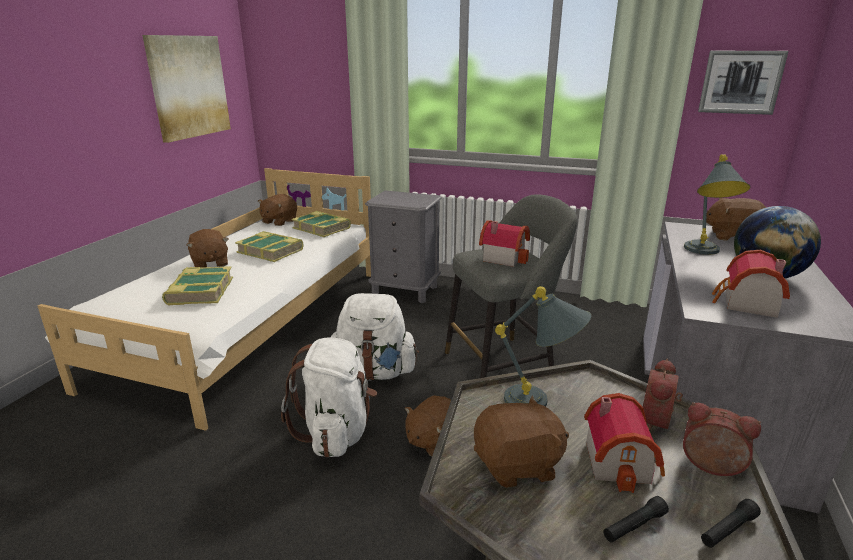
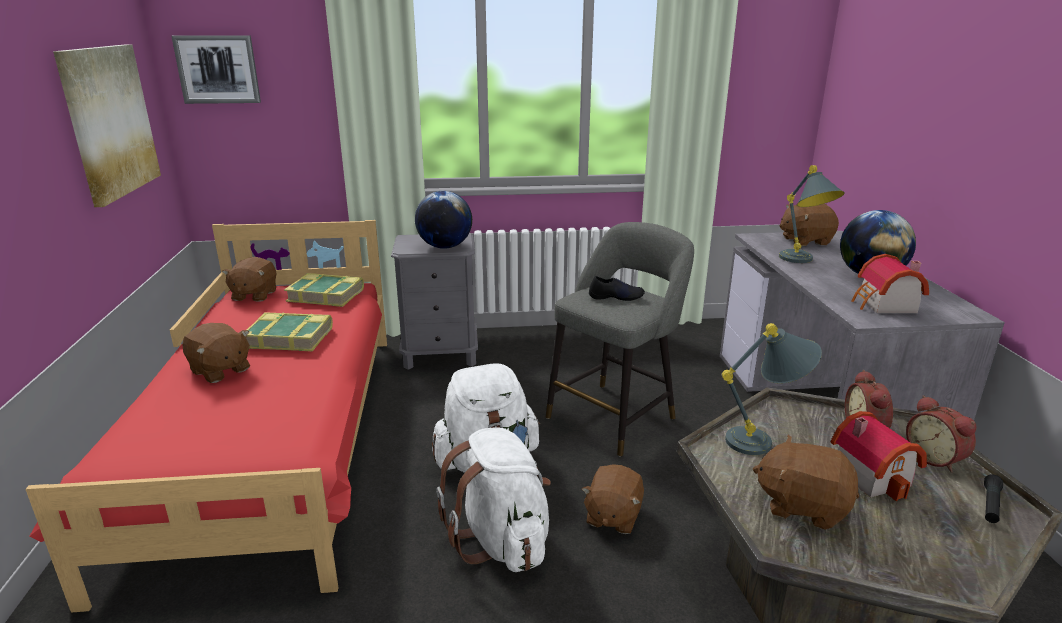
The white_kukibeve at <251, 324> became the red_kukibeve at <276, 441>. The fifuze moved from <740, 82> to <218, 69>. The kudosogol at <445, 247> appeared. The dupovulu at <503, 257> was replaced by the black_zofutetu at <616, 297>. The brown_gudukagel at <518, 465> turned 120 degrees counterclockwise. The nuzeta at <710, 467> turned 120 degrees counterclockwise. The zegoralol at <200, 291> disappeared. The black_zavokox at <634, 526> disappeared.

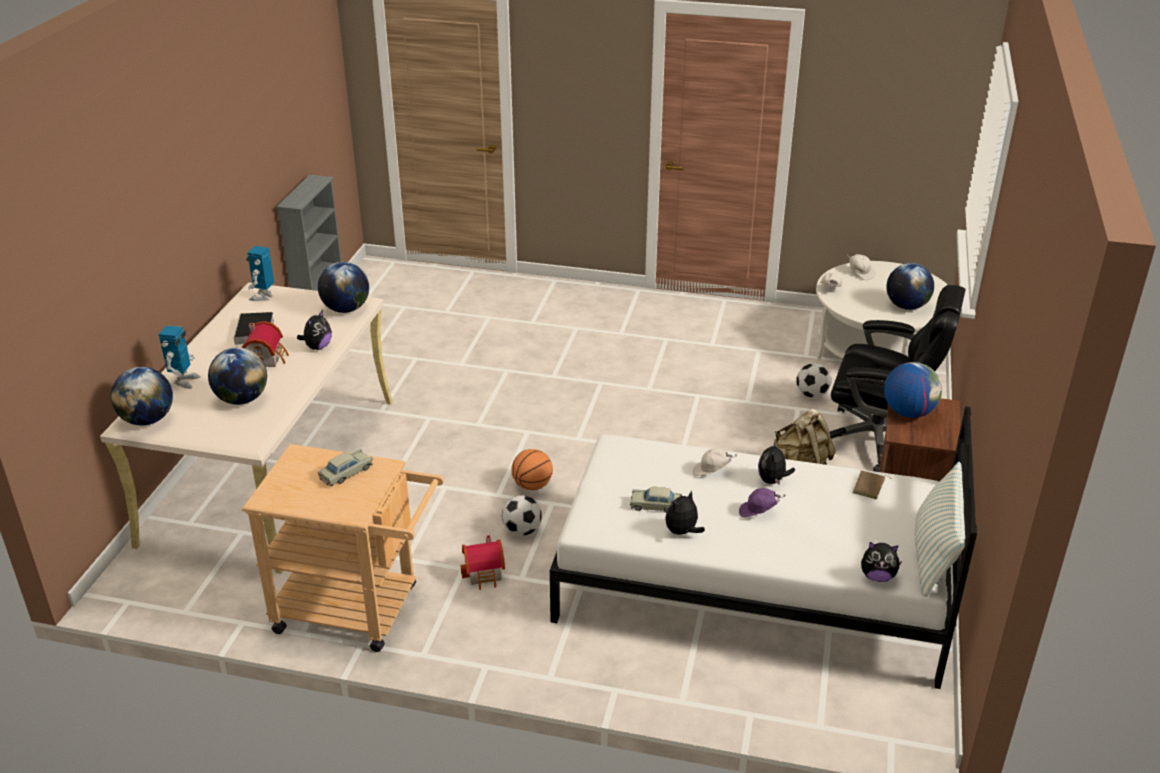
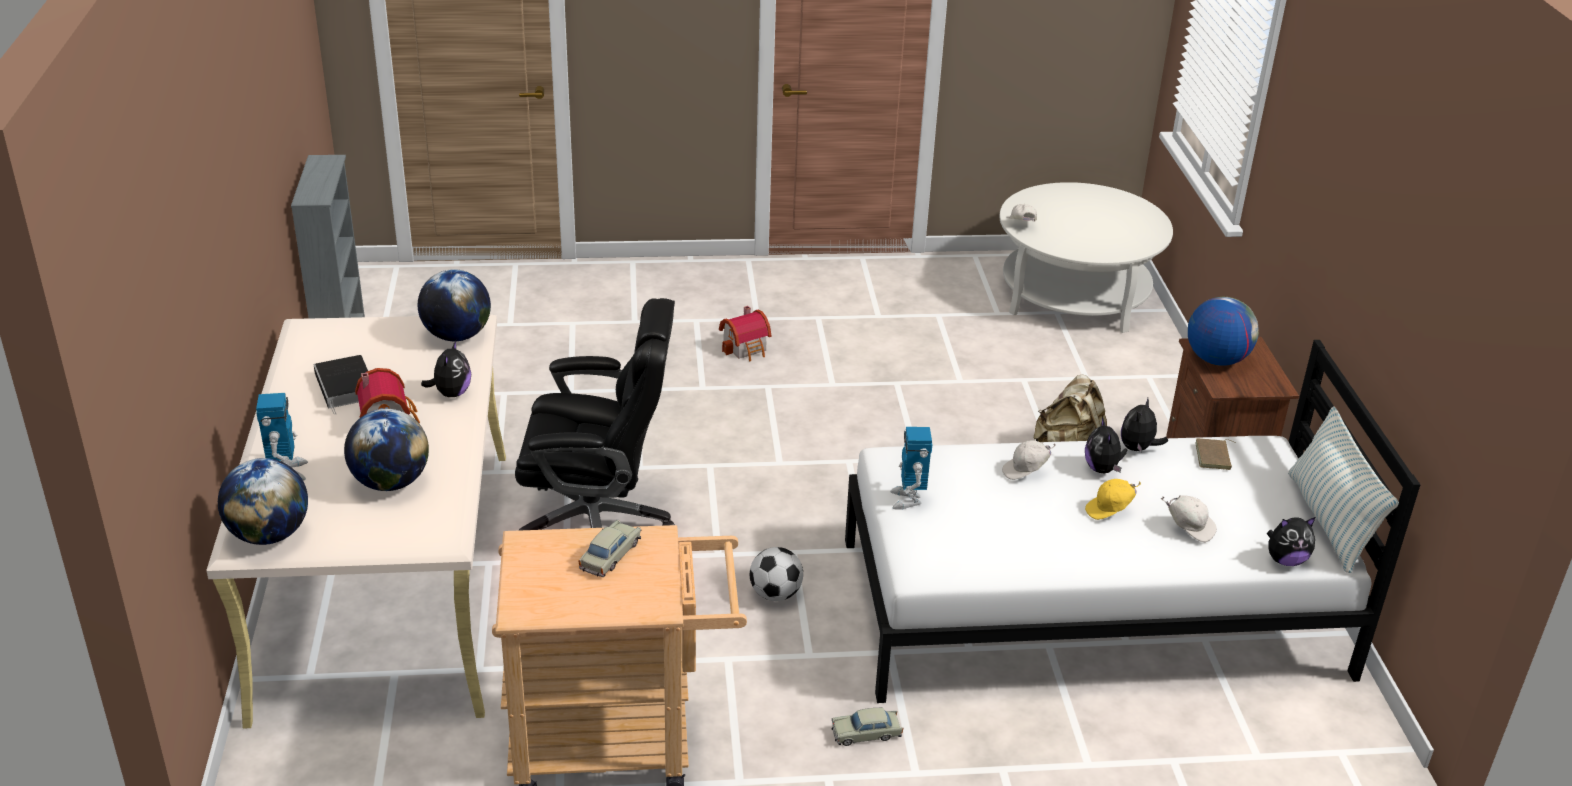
The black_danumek moved from <879, 440> to <598, 523>. The dupovulu moved from <485, 574> to <747, 348>. The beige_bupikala moved from <655, 506> to <866, 734>. The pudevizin moved from <263, 297> to <908, 500>. The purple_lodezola at <758, 512> became the yellow_lodezola at <1110, 510>. The gudukagel moved from <682, 532> to <1138, 448>. The white_lodezola moved from <860, 273> to <1189, 527>. The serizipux at <532, 485> disappeared. The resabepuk at <811, 394> disappeared. The kudosogol at <906, 306> disappeared.

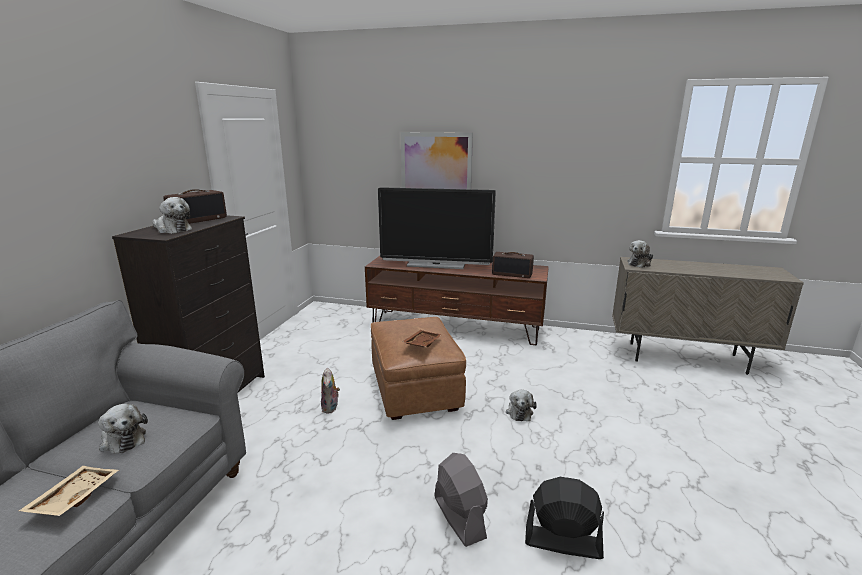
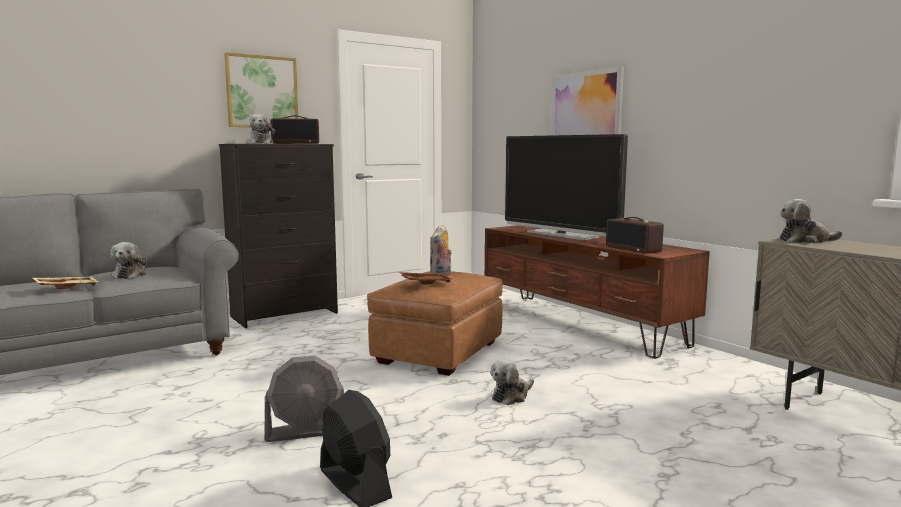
The fifuze at <262, 92> appeared. The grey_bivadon at <459, 517> turned 60 degrees clockwise. The gudukagel moved from <331, 408> to <441, 274>.

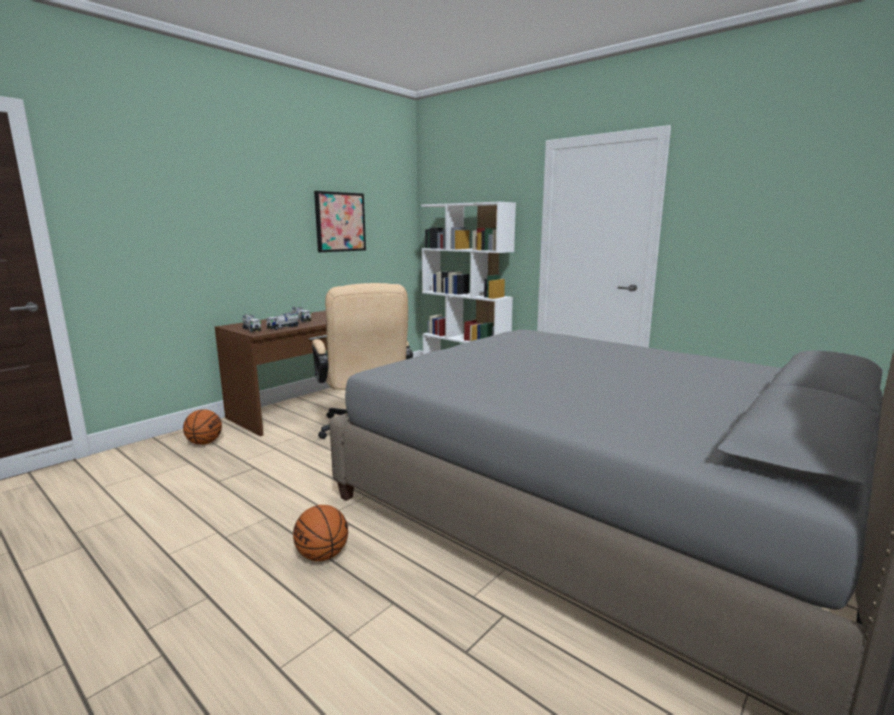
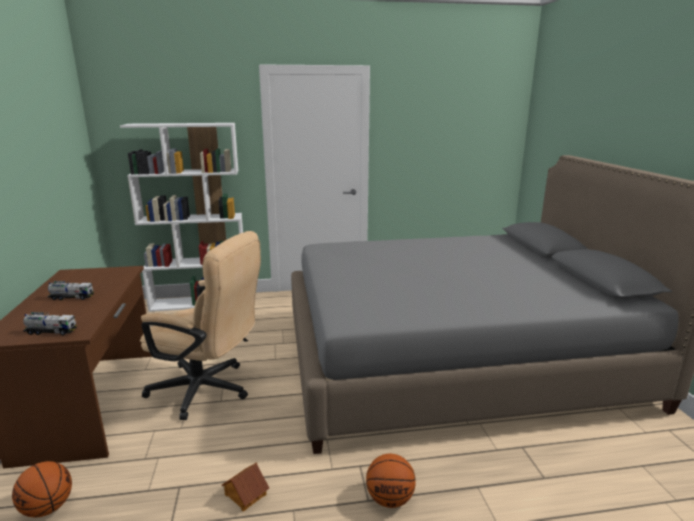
The dupovulu at <245, 494> appeared. The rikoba at <284, 327> disappeared. The fifuze at <340, 222> disappeared.

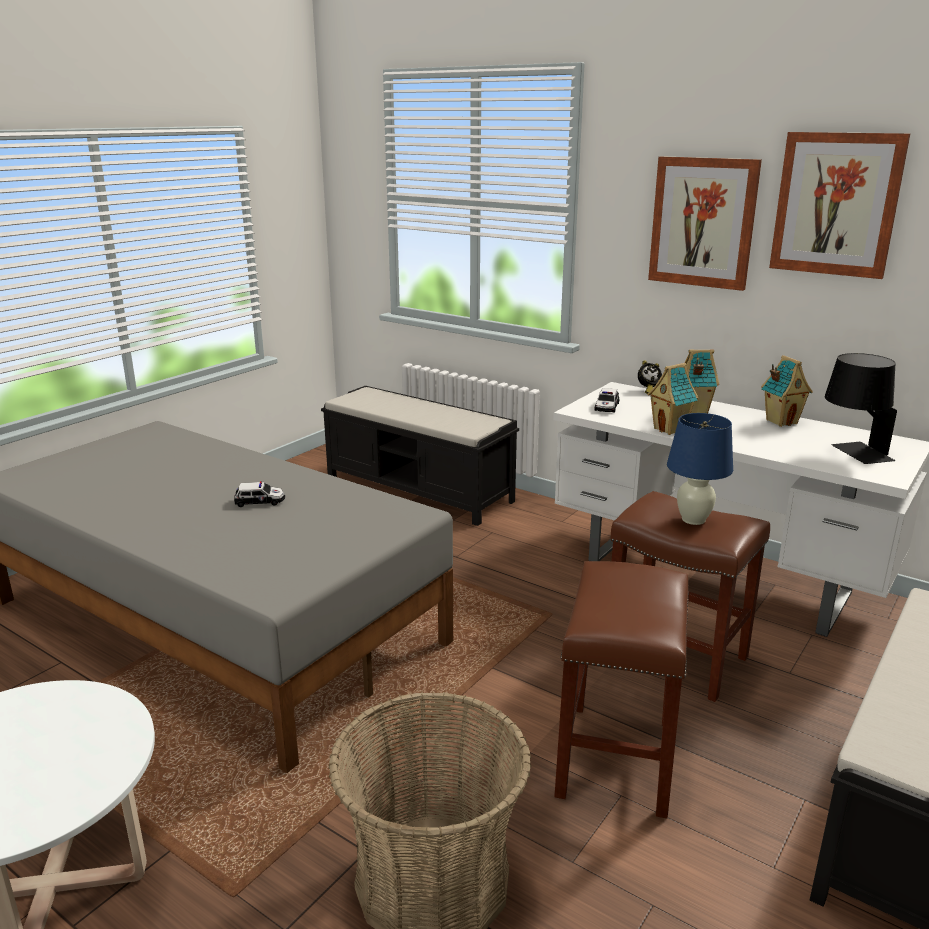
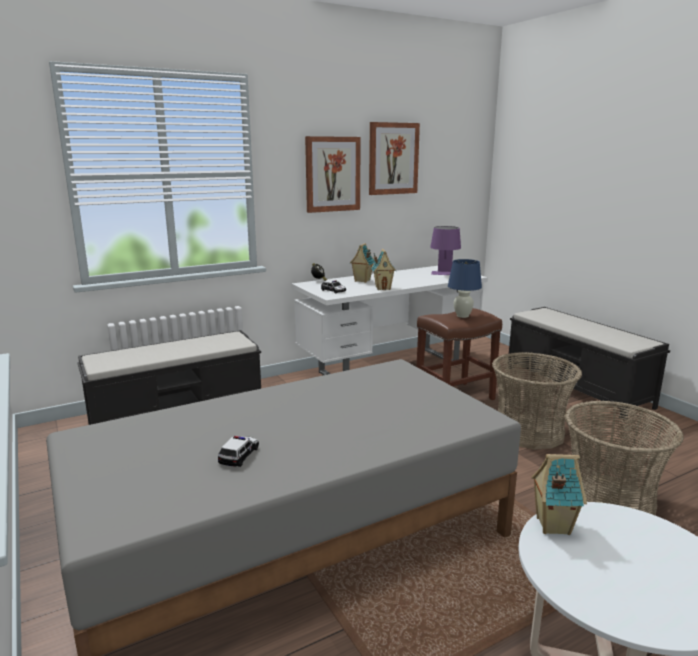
The bupikala moved from <260, 501> to <239, 455>. The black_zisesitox at <852, 453> became the purple_zisesitox at <444, 274>. The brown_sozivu at <617, 759> was replaced by the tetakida at <529, 432>. The dupovulu moved from <781, 421> to <552, 525>.

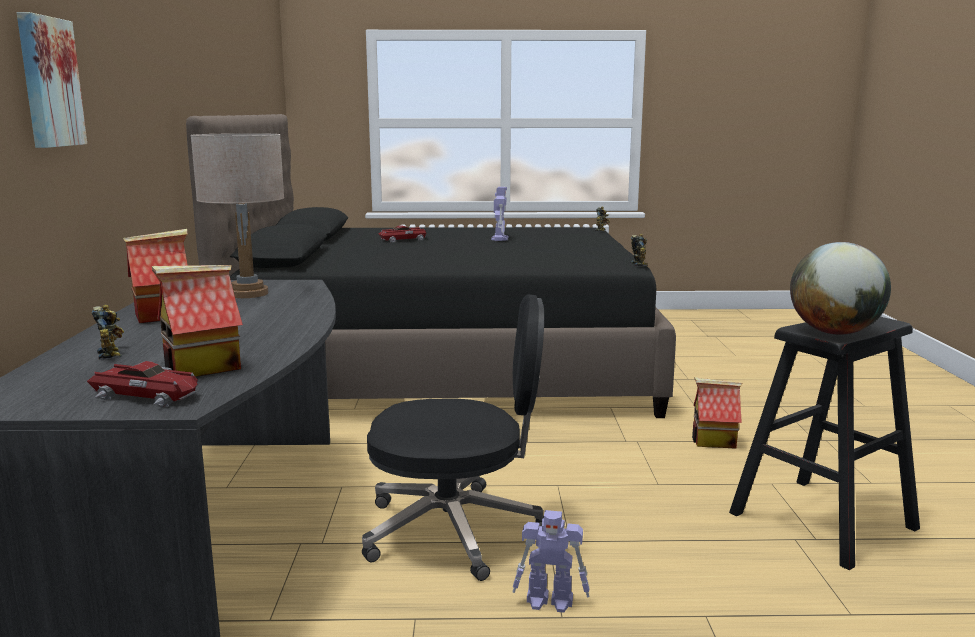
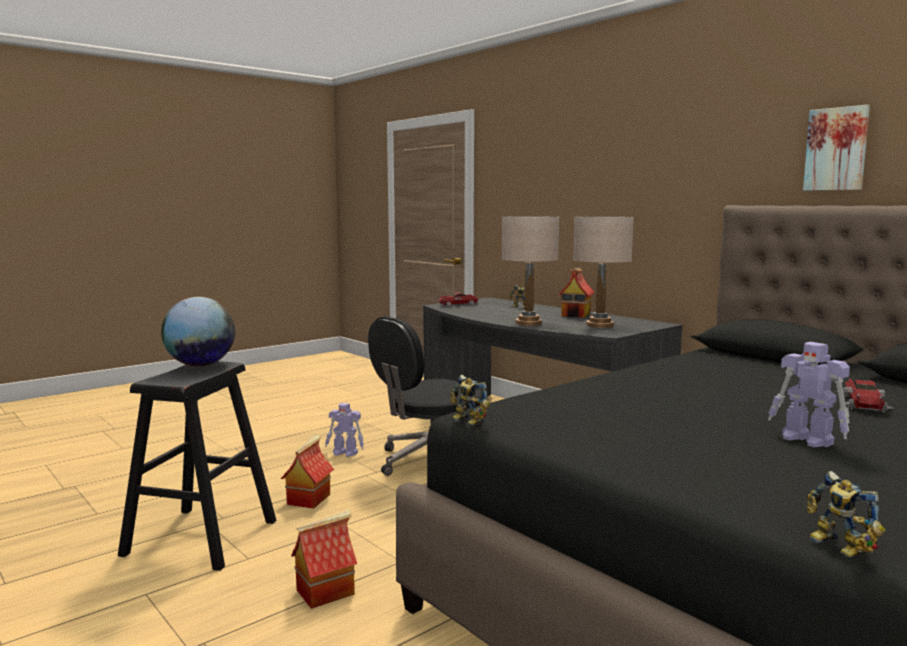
The dupovulu moved from <201, 368> to <308, 499>. The pudevizin at <551, 601> turned 135 degrees counterclockwise. The beige_zisesitox at <528, 323> appeared. The fifuze moved from <48, 82> to <836, 149>.

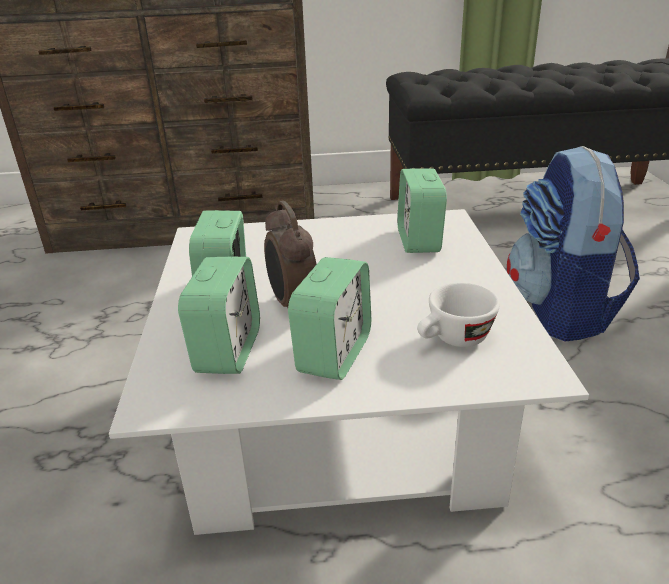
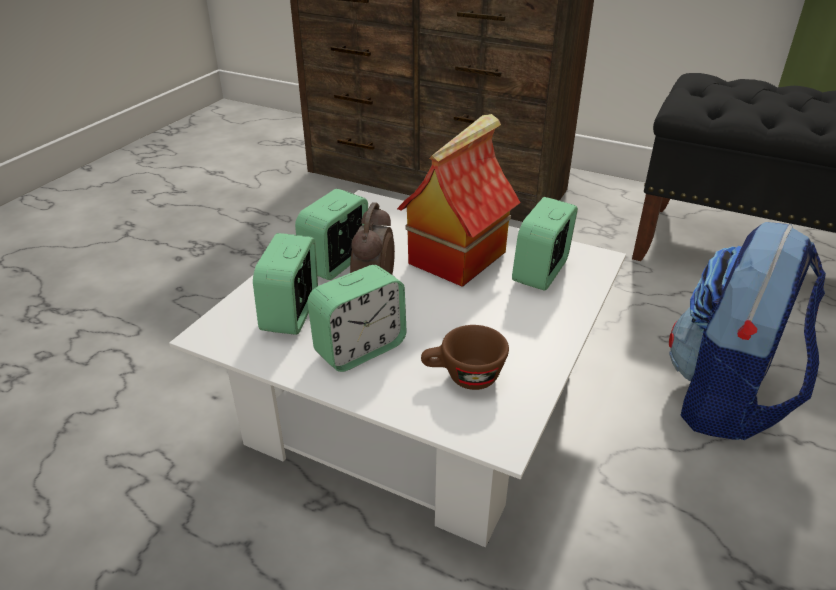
The nuzeta at <228, 351> turned 150 degrees clockwise. The dupovulu at <457, 256> appeared. The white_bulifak at <453, 340> became the brown_bulifak at <463, 377>.

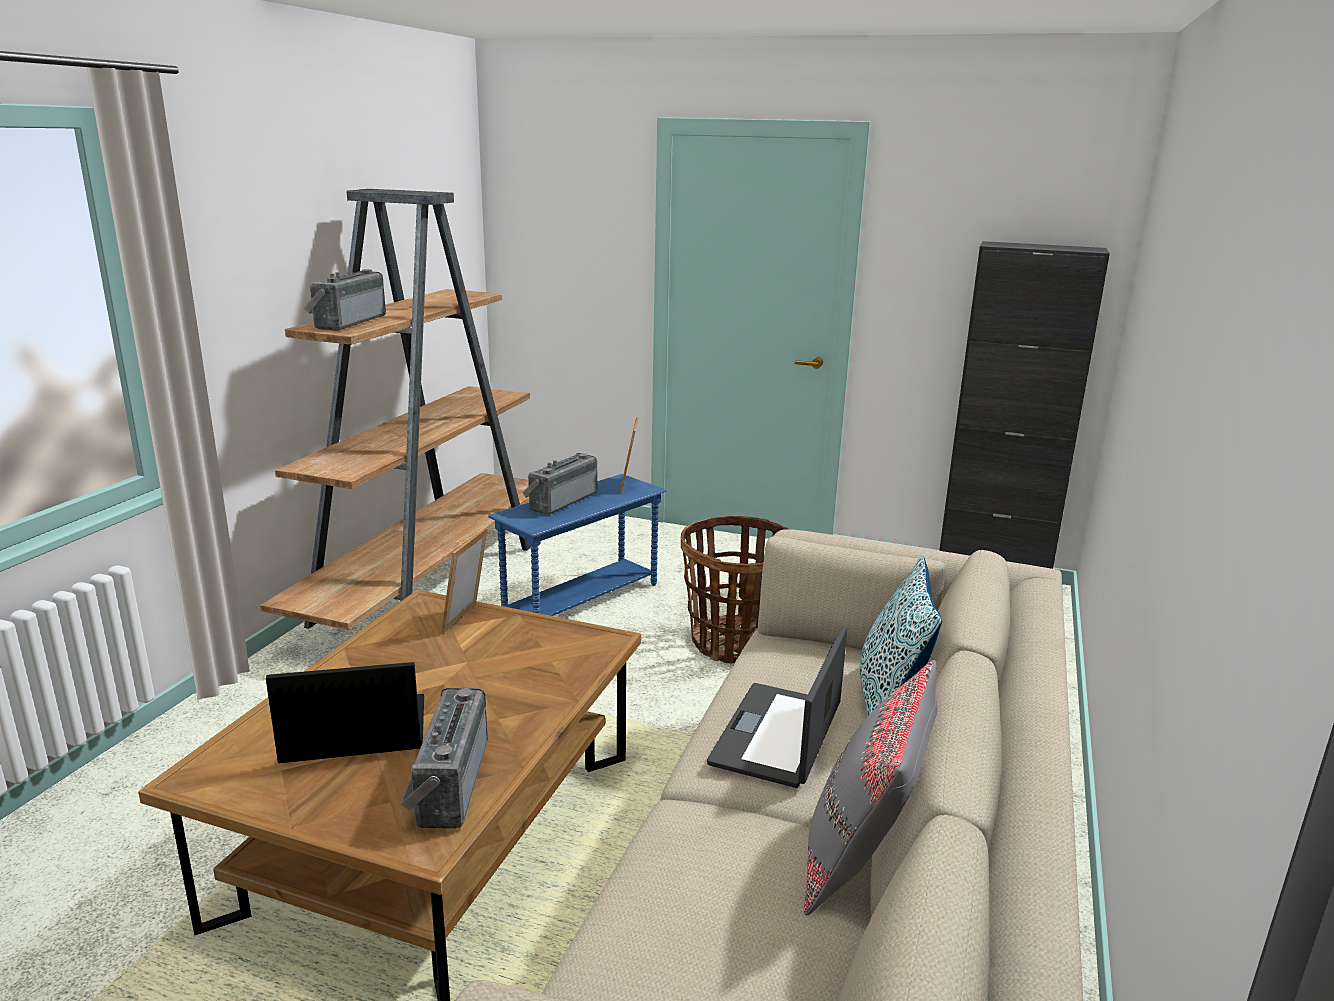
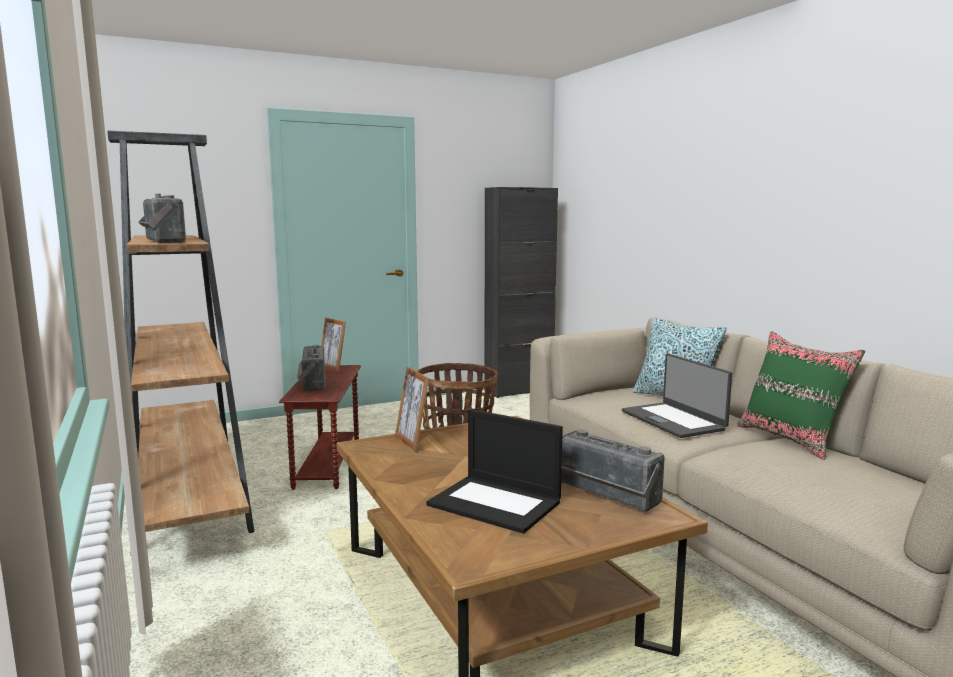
The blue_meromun at <581, 600> became the brown_meromun at <327, 463>. The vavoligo at <352, 731> turned 90 degrees counterclockwise. The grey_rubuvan at <862, 858> became the green_rubuvan at <791, 440>.

